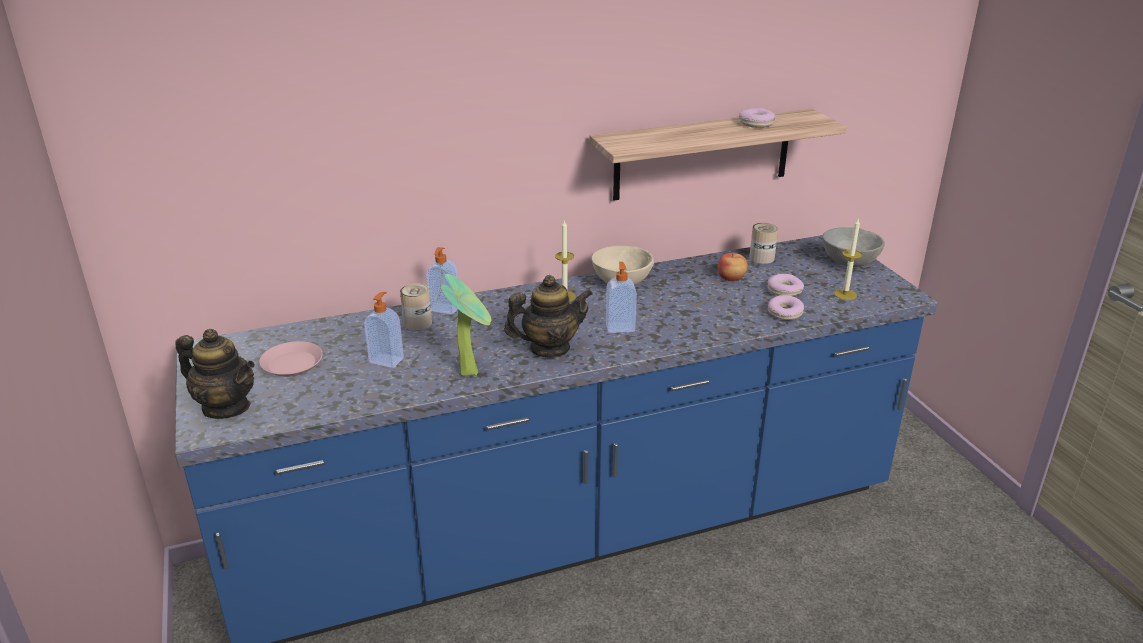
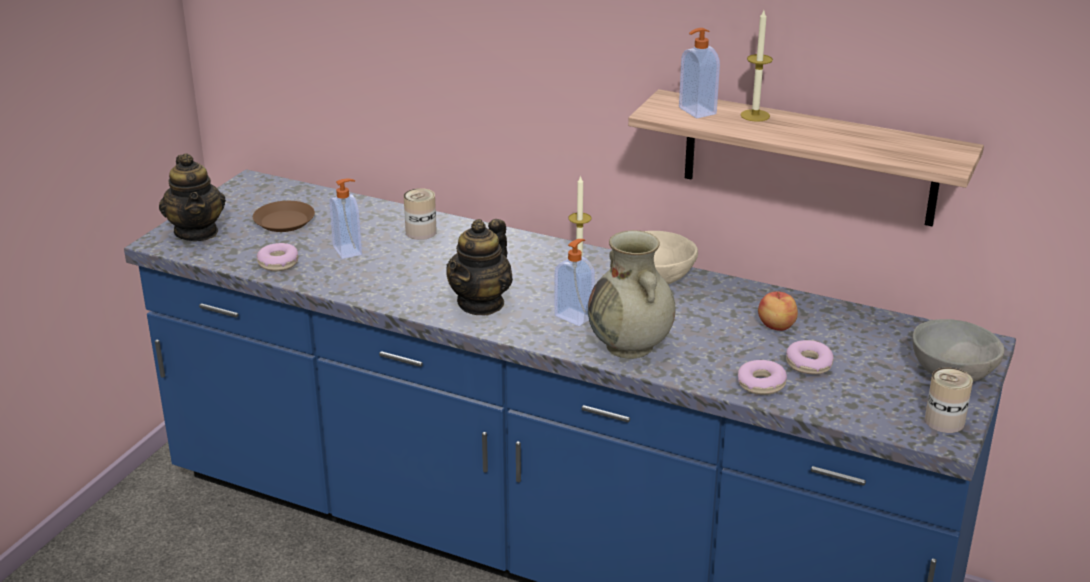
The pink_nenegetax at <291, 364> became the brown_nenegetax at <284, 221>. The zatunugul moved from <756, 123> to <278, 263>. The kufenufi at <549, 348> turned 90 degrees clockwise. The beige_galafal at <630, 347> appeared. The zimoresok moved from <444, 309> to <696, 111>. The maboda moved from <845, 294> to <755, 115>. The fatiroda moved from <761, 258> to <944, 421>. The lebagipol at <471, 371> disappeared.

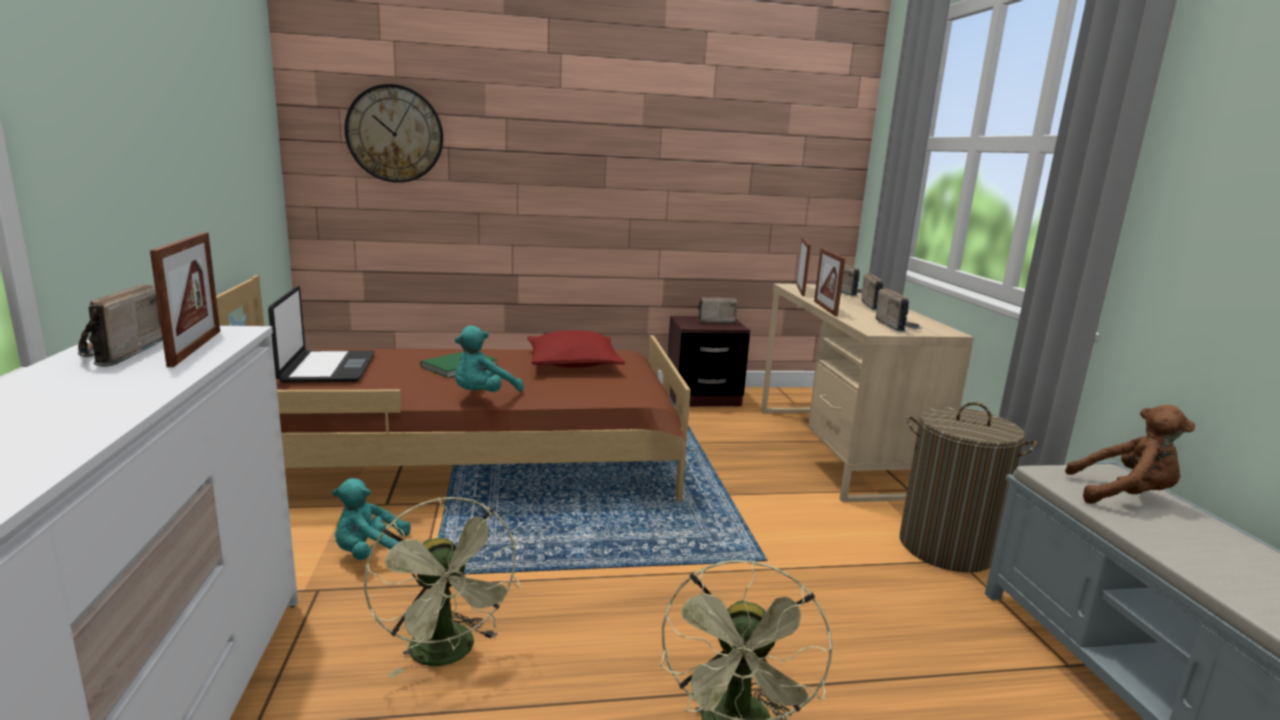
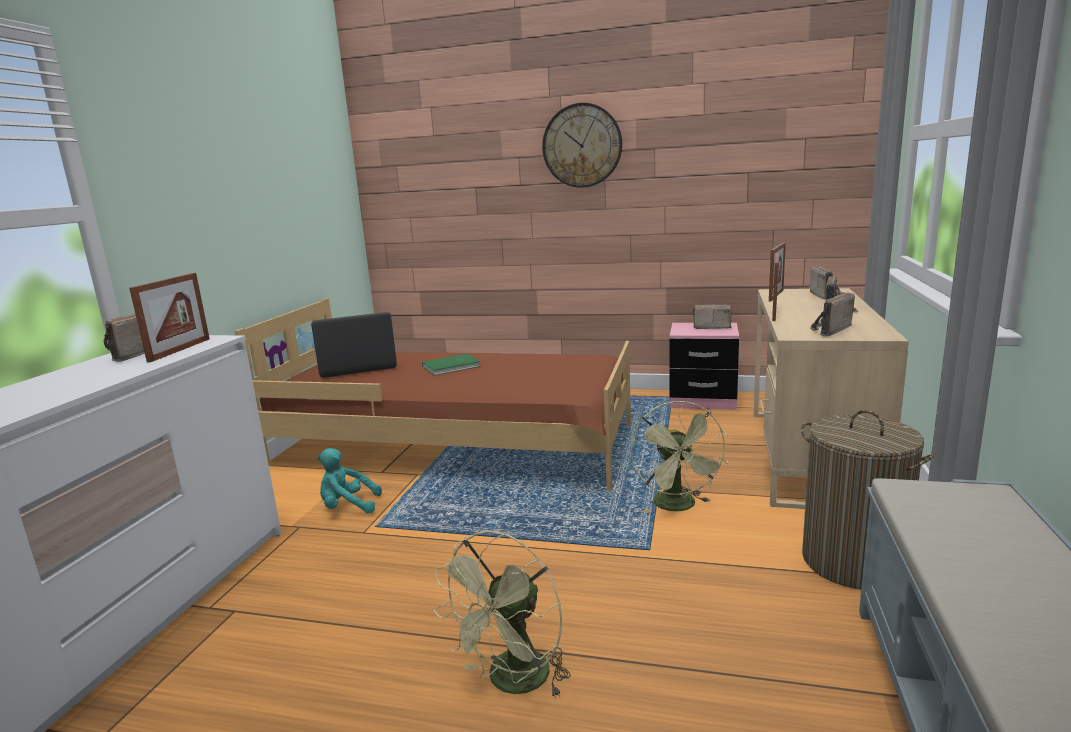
The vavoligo at <326, 368> turned 120 degrees counterclockwise. The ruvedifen moved from <395, 134> to <582, 145>. The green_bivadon moved from <448, 655> to <679, 507>. The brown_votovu at <702, 397> became the pink_votovu at <702, 400>. The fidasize at <896, 326> turned 150 degrees counterclockwise. The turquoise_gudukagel at <483, 396> disappeared. The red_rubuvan at <573, 363> disappeared. The brown_gudukagel at <1124, 496> disappeared.

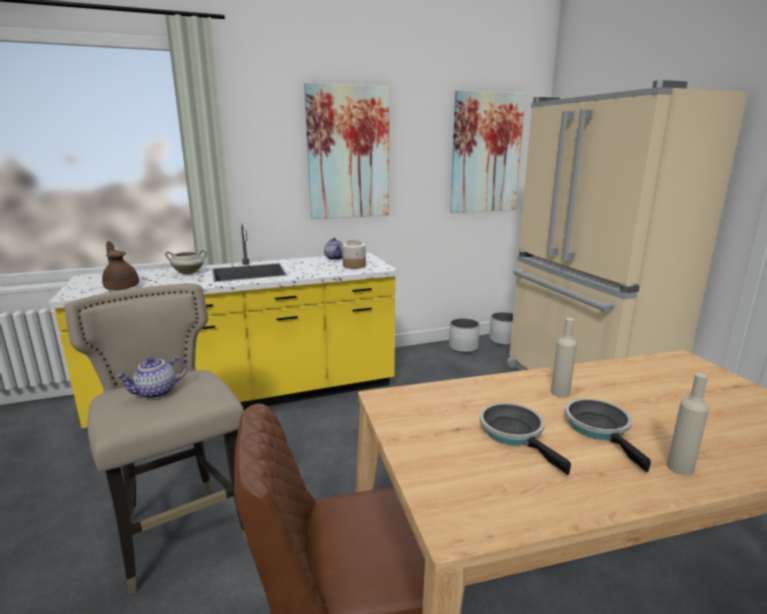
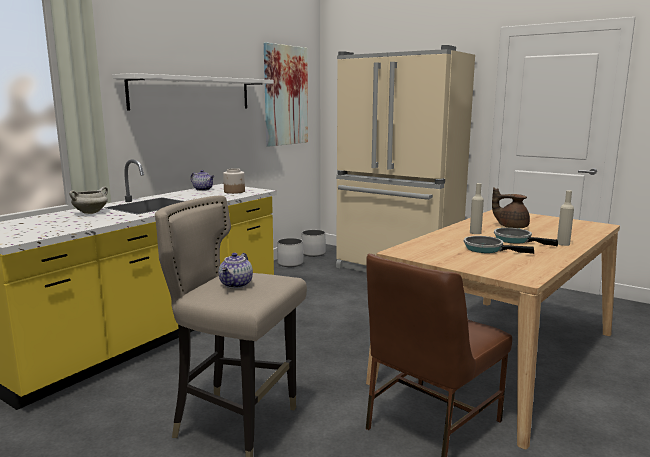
The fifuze at <348, 153> was replaced by the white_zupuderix at <192, 93>. The brown_kufenufi moved from <122, 287> to <511, 227>.

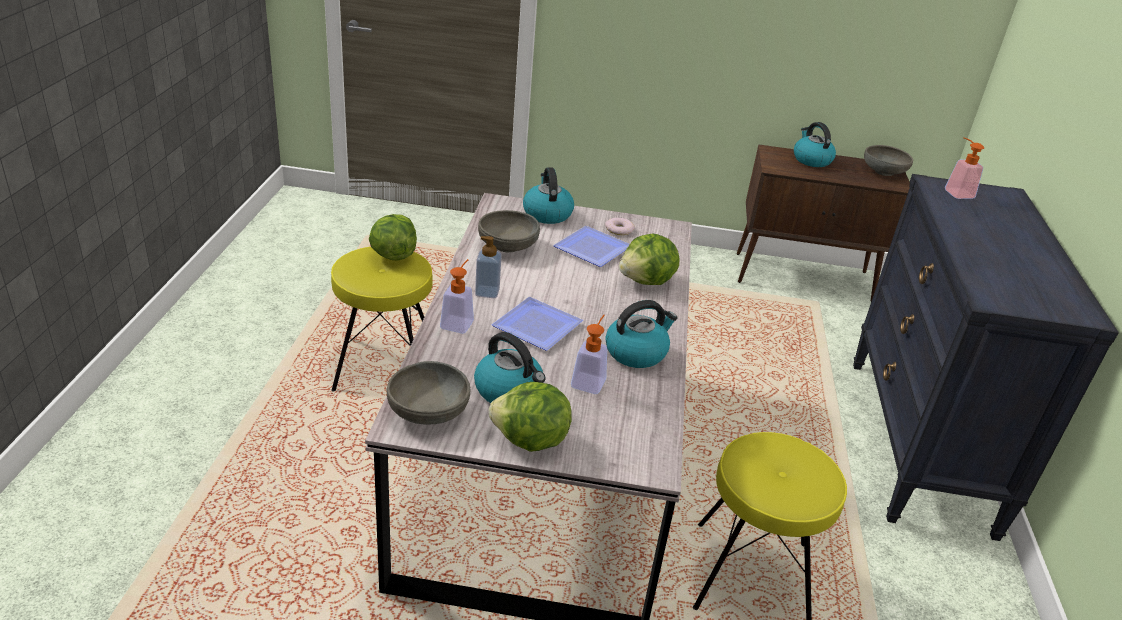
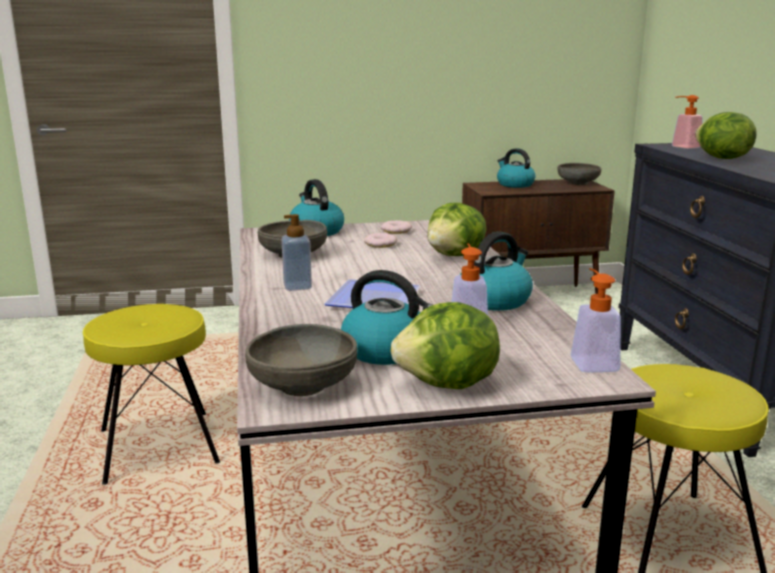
The nenegetax at <592, 248> was replaced by the zatunugul at <380, 244>. The zimoresok moved from <459, 321> to <591, 361>. The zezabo moved from <393, 255> to <721, 158>.

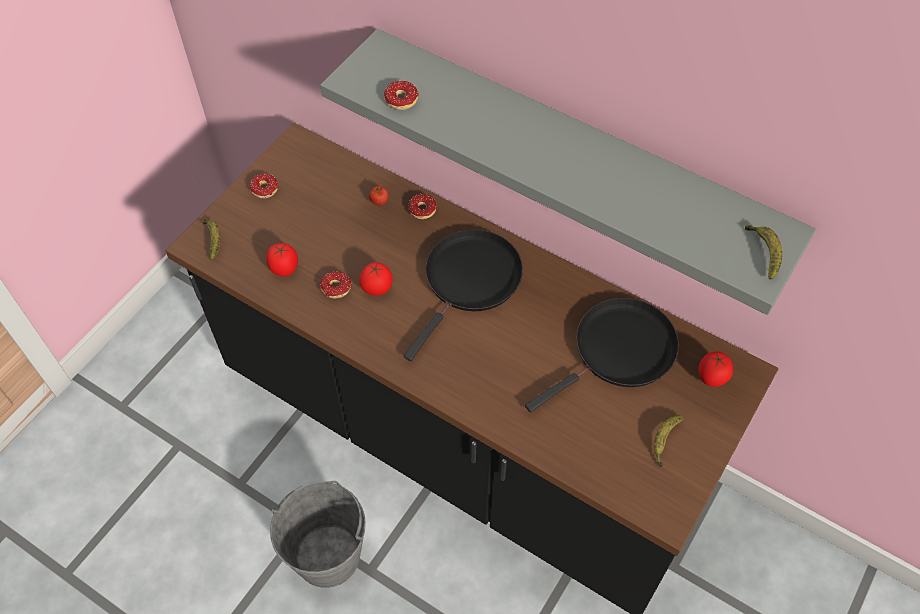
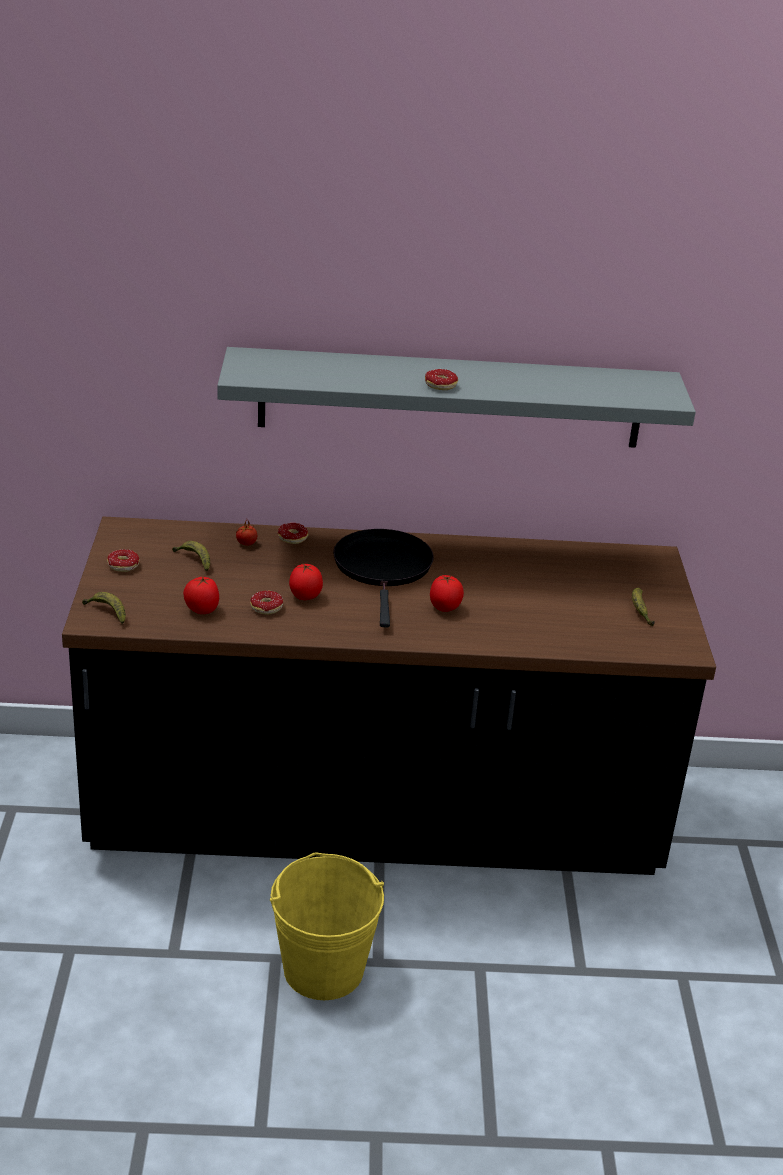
The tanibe moved from <764, 253> to <194, 560>. The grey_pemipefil at <327, 555> became the yellow_pemipefil at <323, 969>. The zatunugul moved from <395, 102> to <438, 387>. The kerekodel moved from <711, 378> to <444, 608>. The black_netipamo at <619, 351> disappeared.

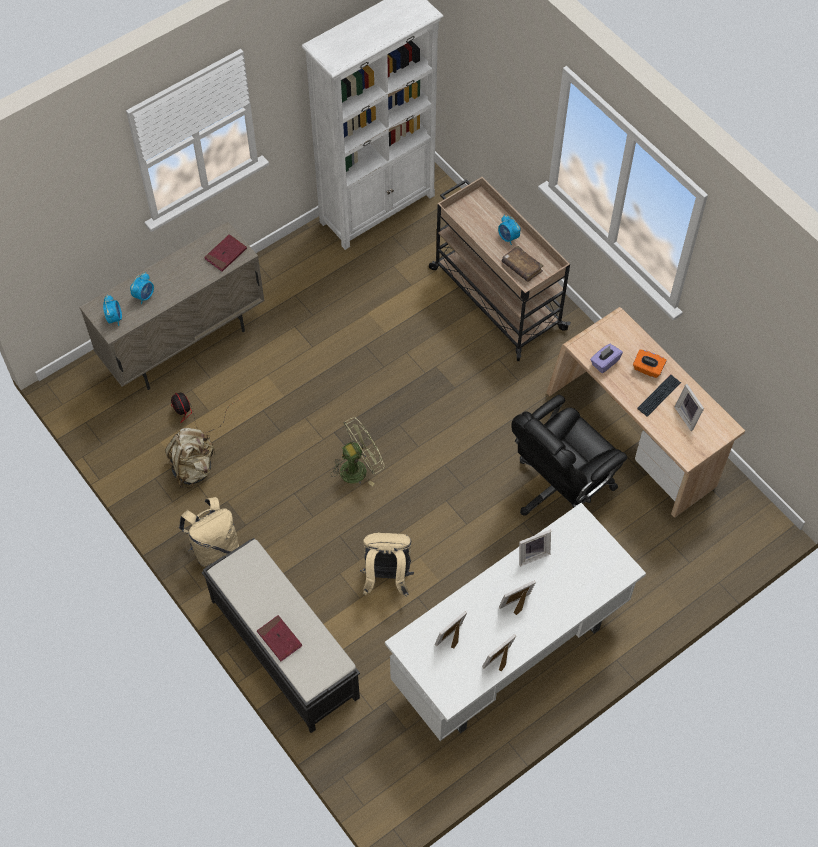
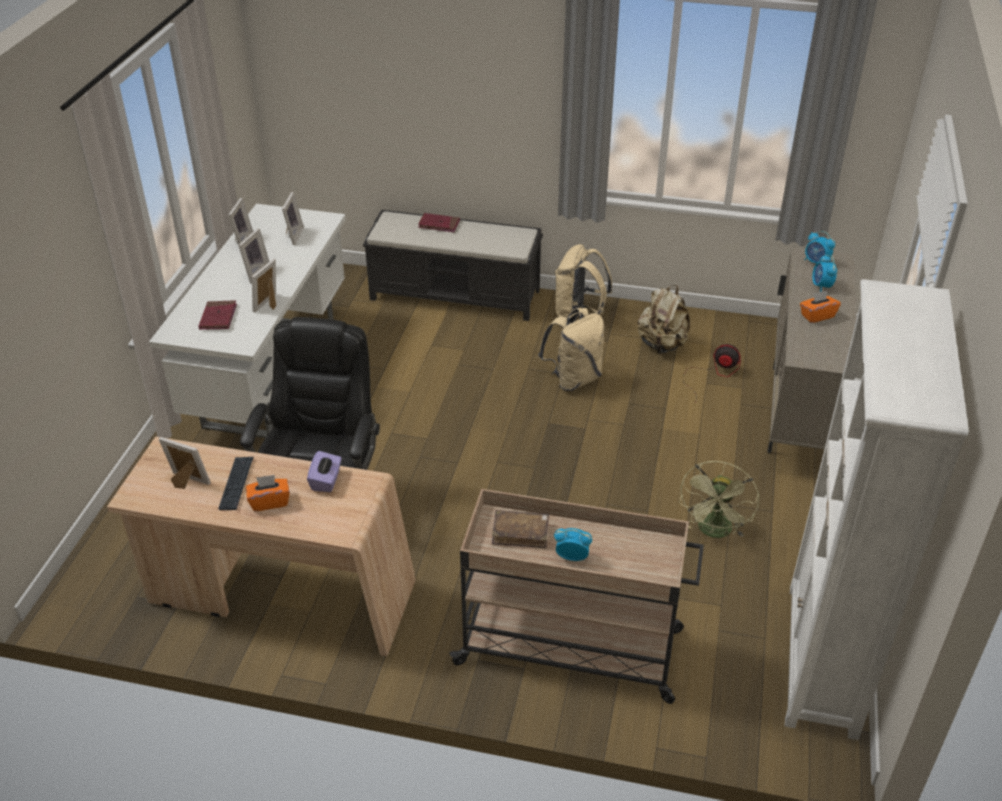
The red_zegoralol moved from <225, 254> to <218, 317>. The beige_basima moved from <387, 578> to <573, 379>. The green_bivadon moved from <358, 468> to <714, 532>. The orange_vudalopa at <817, 316> appeared.

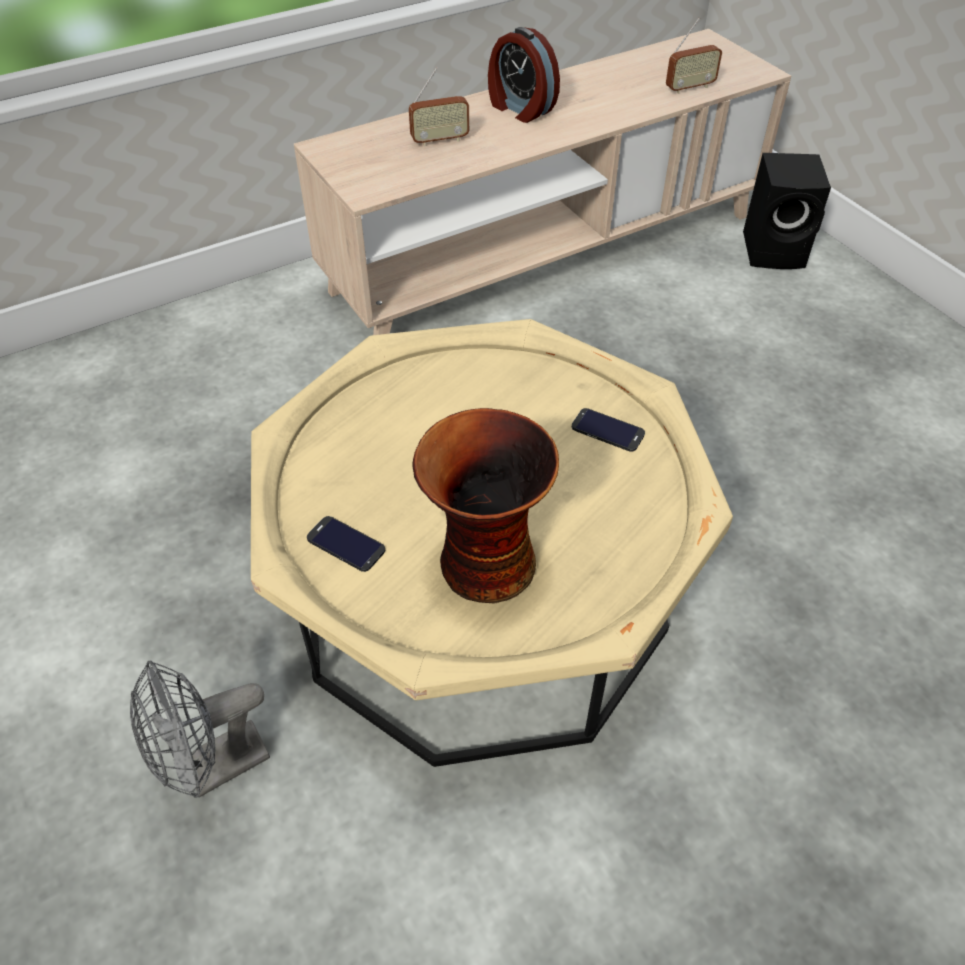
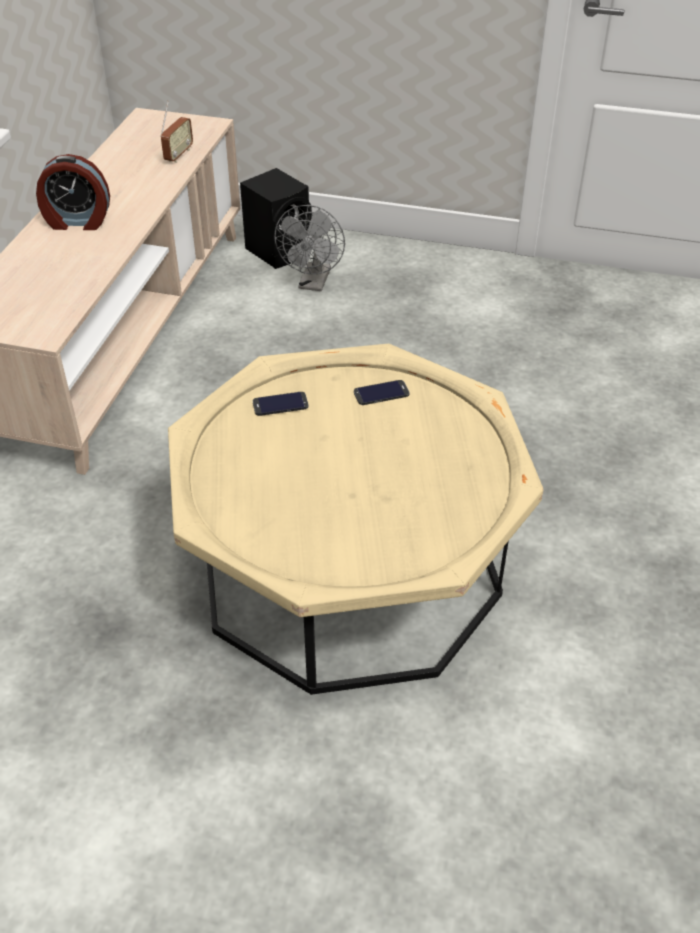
The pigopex moved from <346, 544> to <280, 404>. The grey_bivadon moved from <214, 768> to <313, 283>. The fidasize at <440, 140> disappeared. The galafal at <484, 565> disappeared.

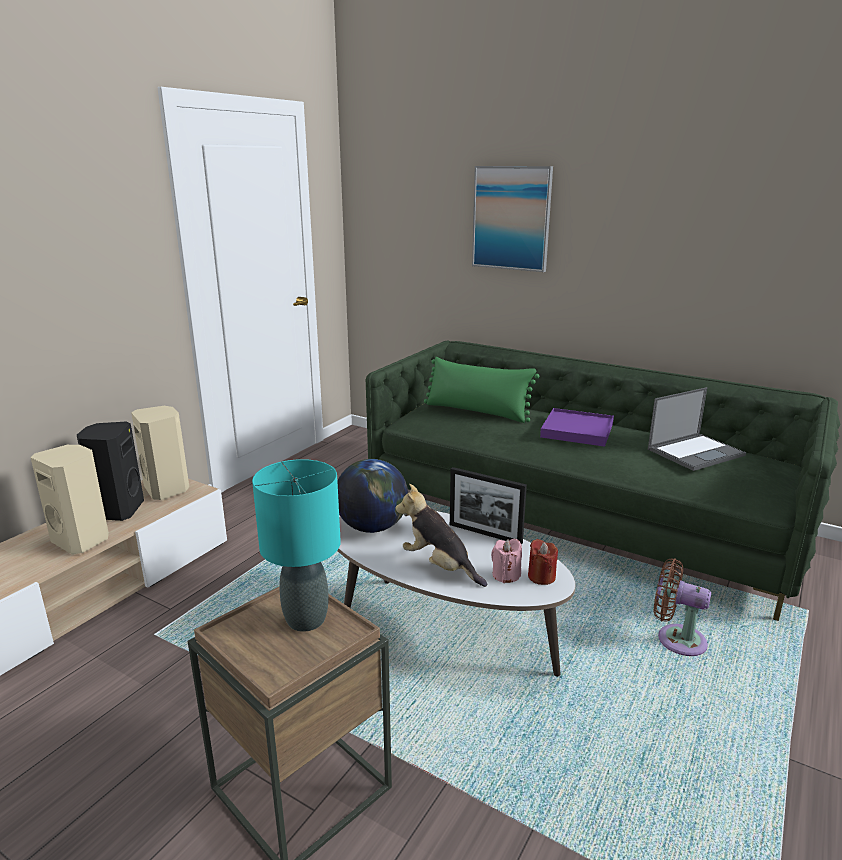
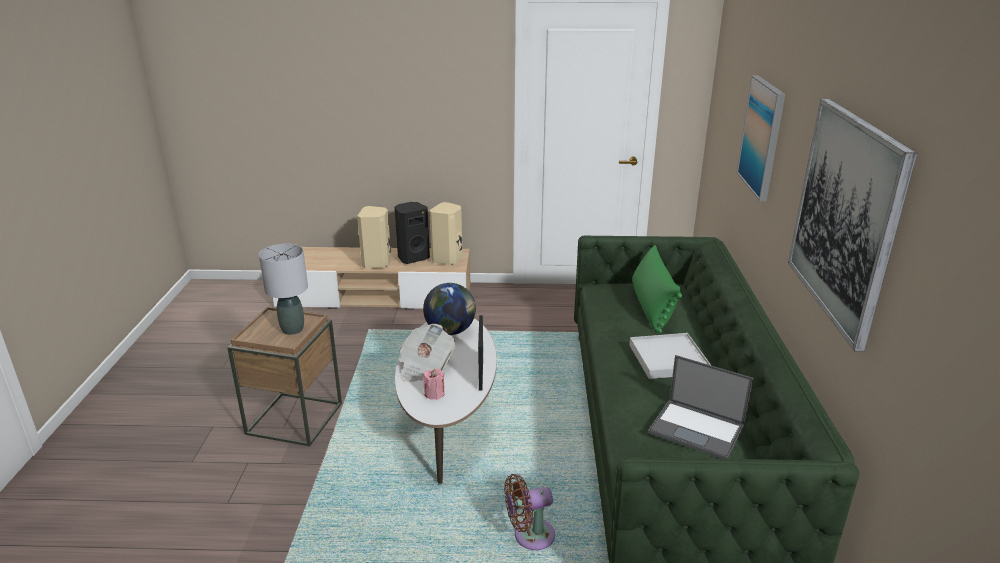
The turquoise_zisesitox at <305, 619> became the grey_zisesitox at <292, 329>. The gudukagel at <439, 566> was replaced by the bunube at <425, 367>. The brown_bivadon at <676, 639> turned 105 degrees counterclockwise. The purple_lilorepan at <577, 430> became the white_lilorepan at <668, 359>. The fifuze at <845, 218> appeared. The red_maboda at <541, 577> disappeared.

